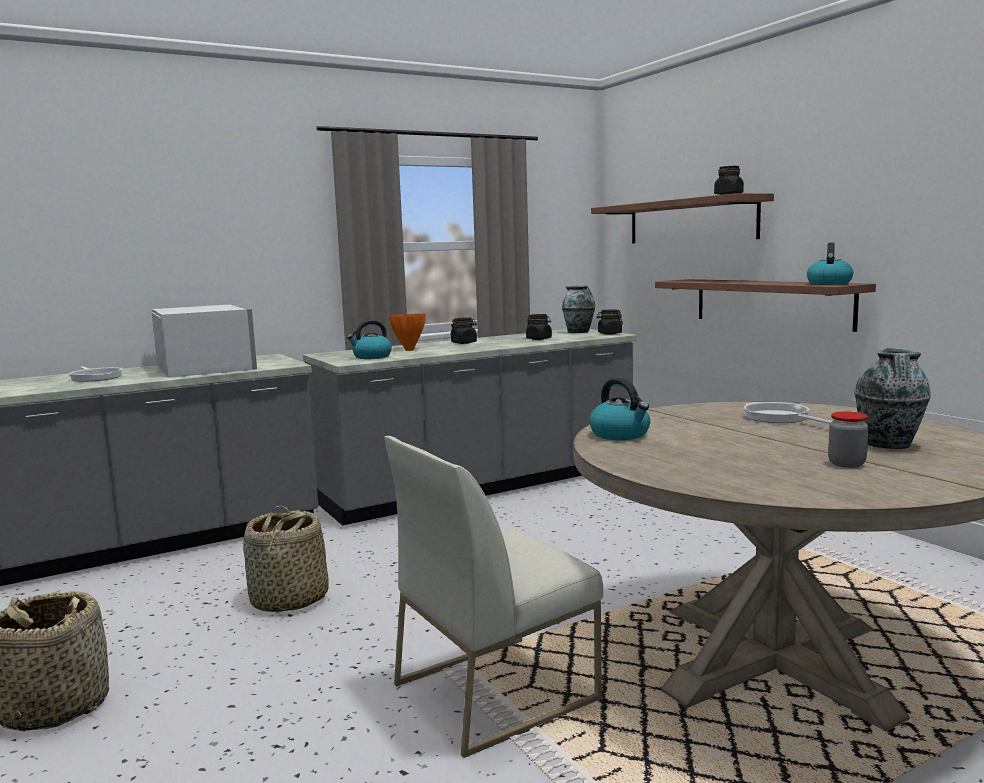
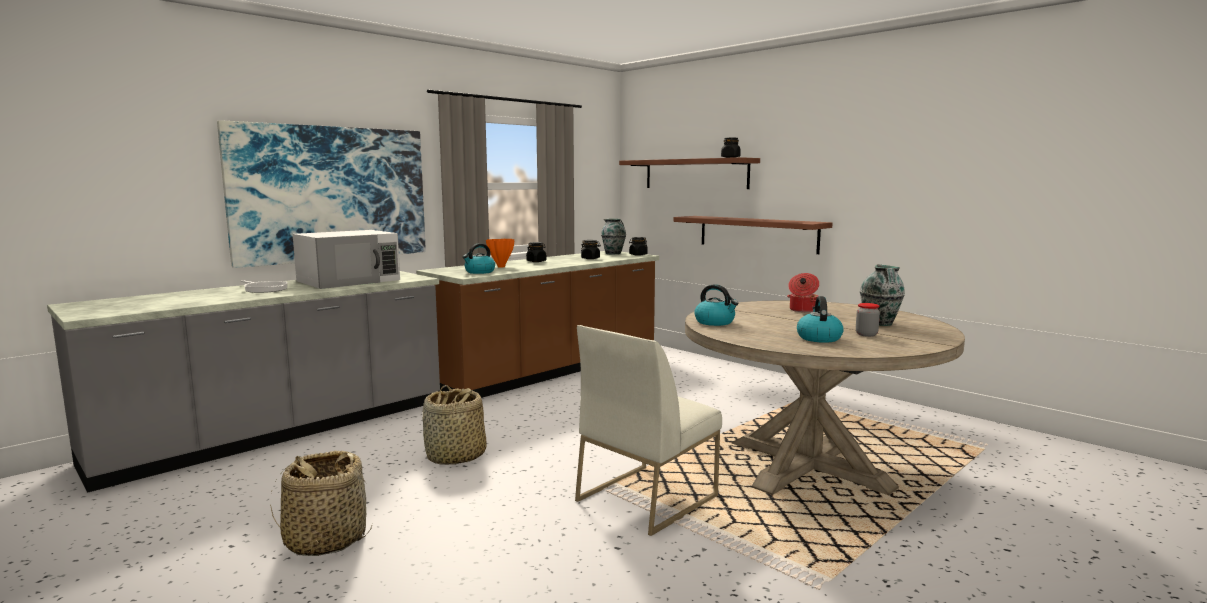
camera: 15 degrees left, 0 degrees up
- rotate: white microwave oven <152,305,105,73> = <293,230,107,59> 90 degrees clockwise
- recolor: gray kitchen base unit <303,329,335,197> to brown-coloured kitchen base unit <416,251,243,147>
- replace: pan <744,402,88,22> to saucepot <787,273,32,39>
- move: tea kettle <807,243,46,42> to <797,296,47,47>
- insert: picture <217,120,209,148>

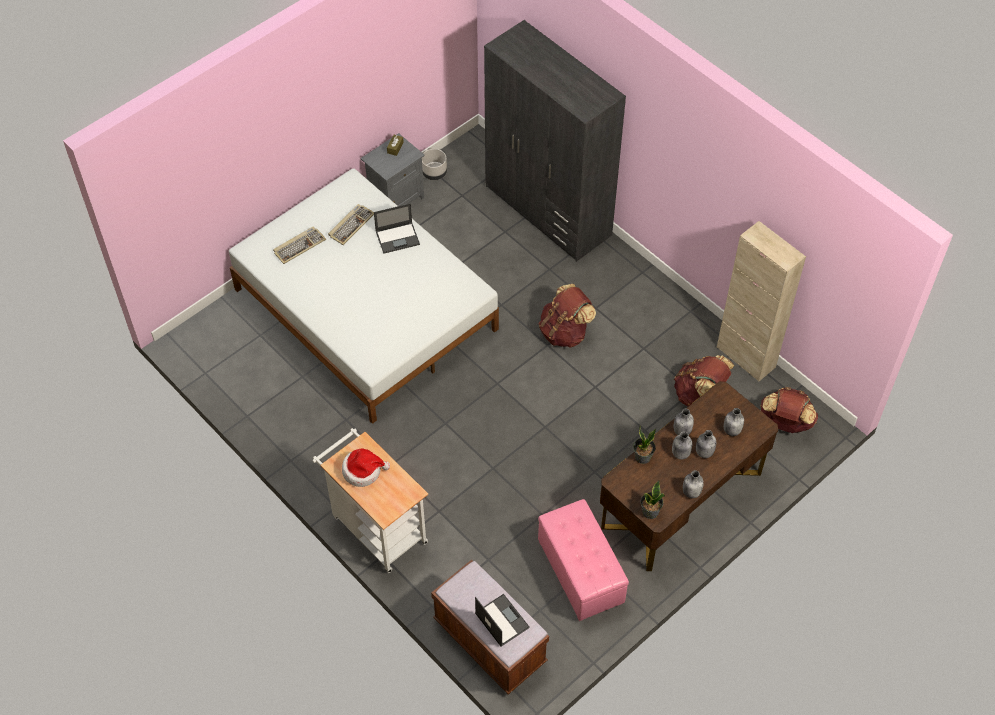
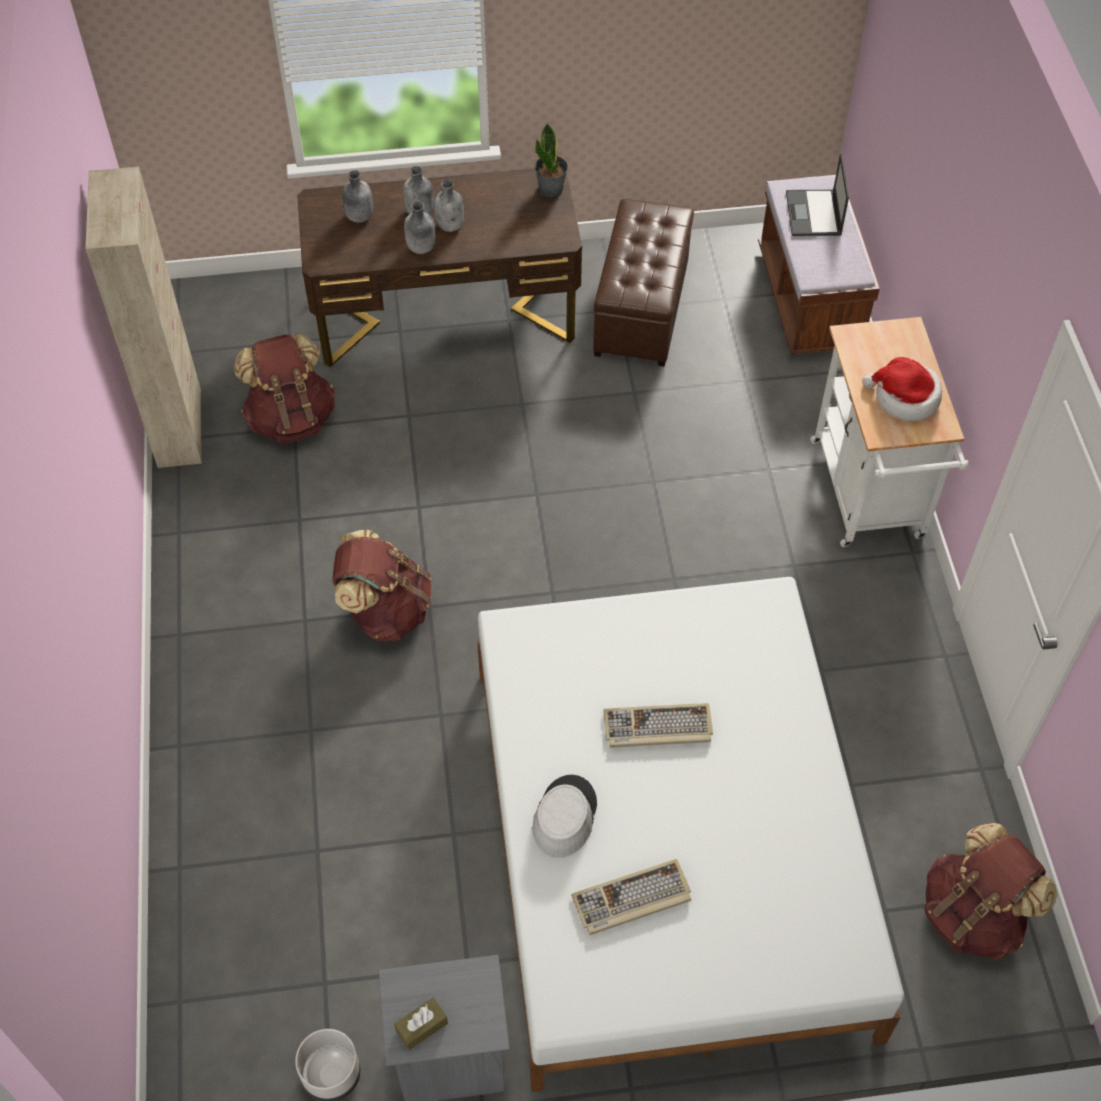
camera: 145 degrees left, 0 degrees up
- move: PC keyboard <273,227,53,37> to <603,703,110,45>
- replace: notebook computer <374,203,46,51> to gray hat <532,775,65,82>
- delete: gray armoire <484,20,142,242>
- recolor: pinkish ottoman <538,499,91,122> to brown-coloured ottoman <593,199,101,168>
- delete: potted plant <633,428,23,36>
- delete: gray drink bottle <683,470,21,28>
- move: brown-coloured rucksack <760,387,58,46> to <924,823,134,137>

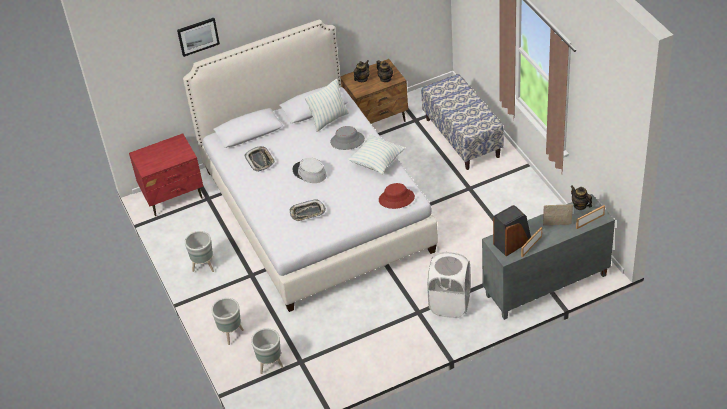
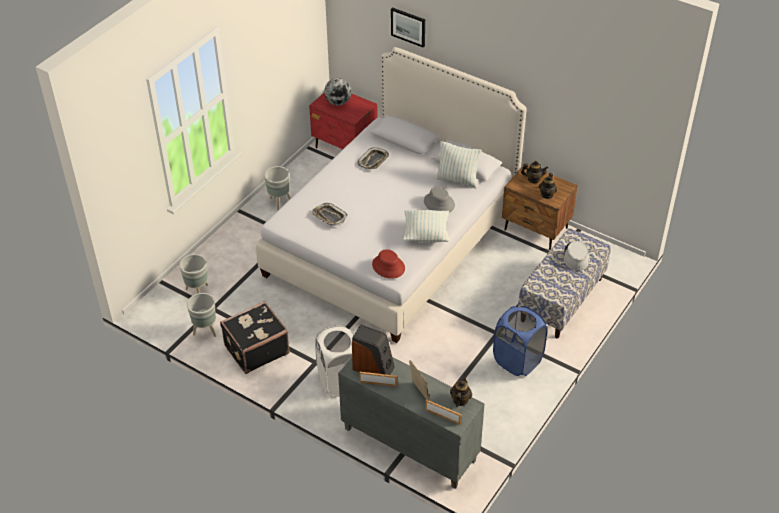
camera: 55 degrees right, 0 degrees up
- move: gray flower pot <211,298,33,47> to <187,293,29,44>
- move: gray hat <293,158,34,25> to <563,241,27,30>
- insert: blackish piece of luggage <220,301,70,73>
- insert: desk globe <324,78,28,27>
- insert: blue-coloured hamper <493,306,54,70>

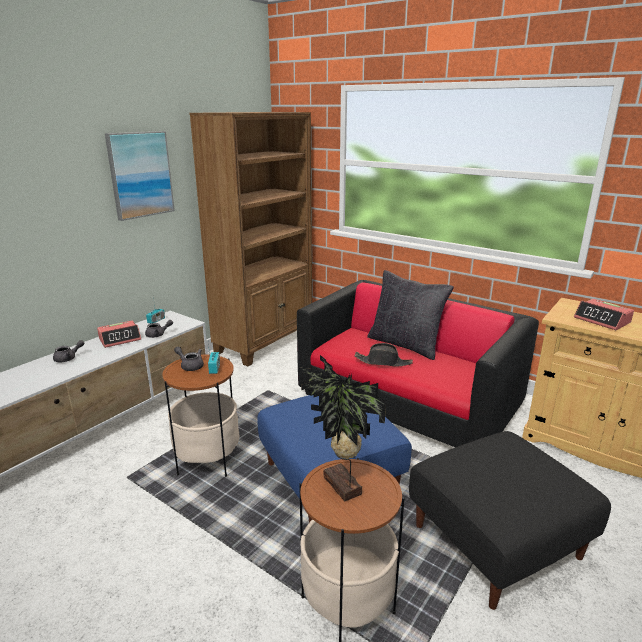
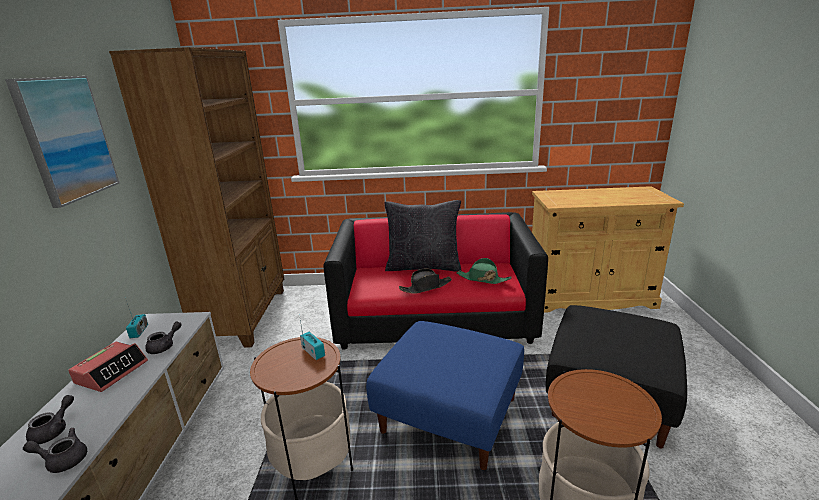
camera: 35 degrees left, 0 degrees up
- move: gray tea pot <174,347,30,24> to <23,428,64,45>
- delete: potted plant <298,355,88,146>
- delete: table clock <574,299,60,31>
- insert: greenish hat <457,258,55,26>

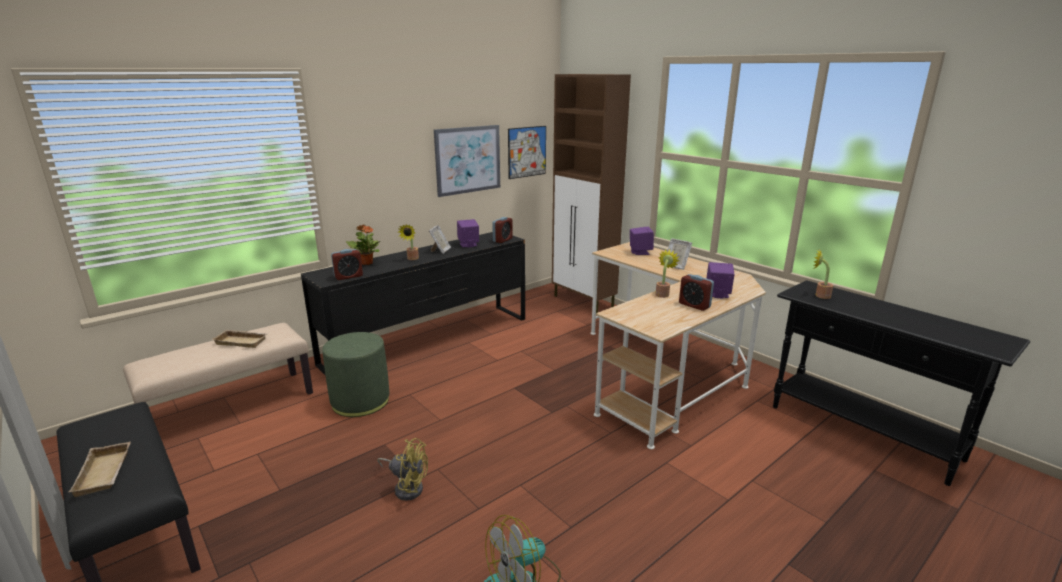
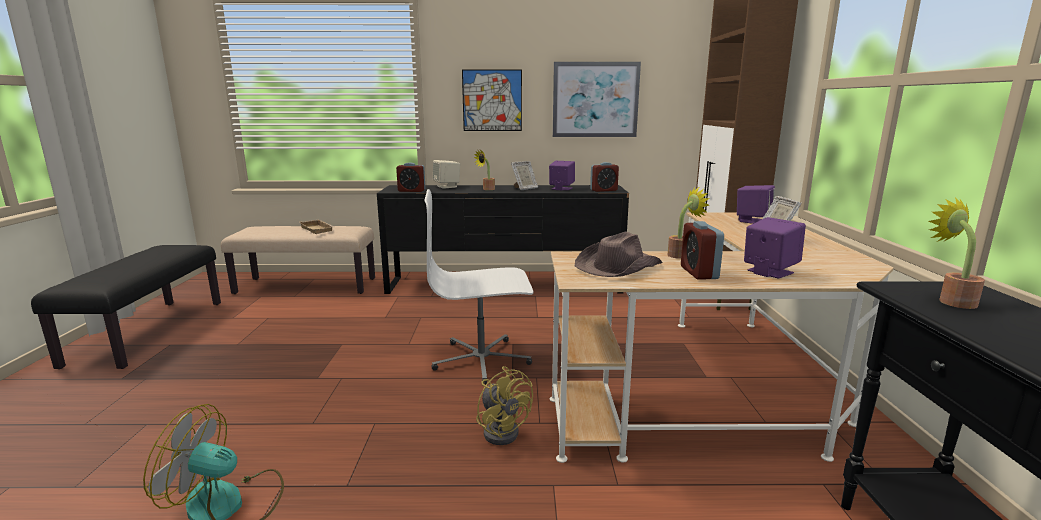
camera: 40 degrees right, 5 degrees down
- delete: beige-coloured carrying tray <68,442,62,55>
- delete: greenish ottoman <322,332,67,85>
- replace: potted plant <346,225,34,40> to beige-coloured loudspeaker <433,160,27,29>
- move: yellow-coloured cooling fan <377,438,51,63> to <476,366,57,79>
- move: picture <508,126,38,53> to <462,69,60,62>
- insert: white computer chair <424,189,109,196>
- insert: brown-coloured hat <575,231,87,46>

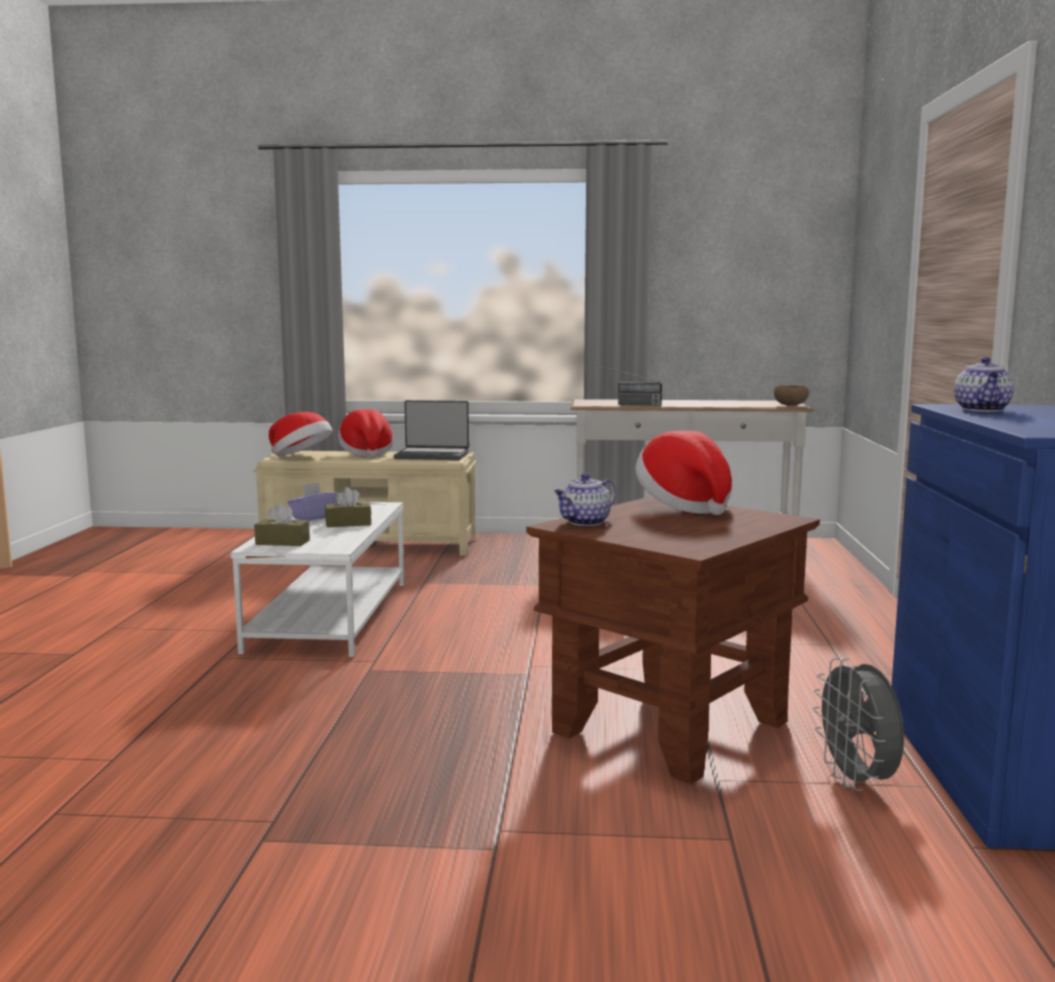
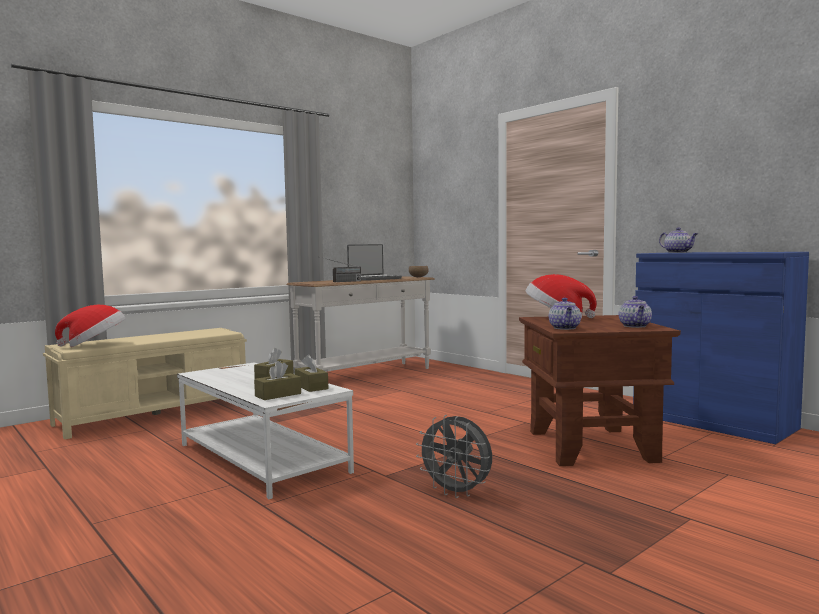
camera: 45 degrees left, 5 degrees down
- delete: purplish tissue box <288,482,50,39>
- delete: hat <338,409,56,48>
- move: notebook computer <394,400,75,60> to <347,244,55,37>
- move: gray cooling fan <812,658,92,133> to <416,415,76,83>
- insert: brown-coloured tissue box <295,354,33,38>
- insert: tea pot <619,296,33,32>

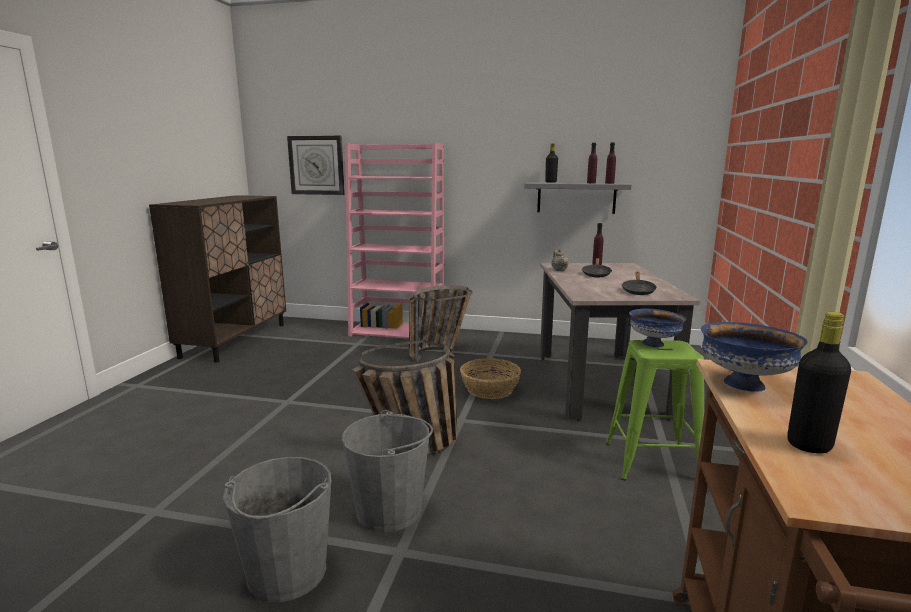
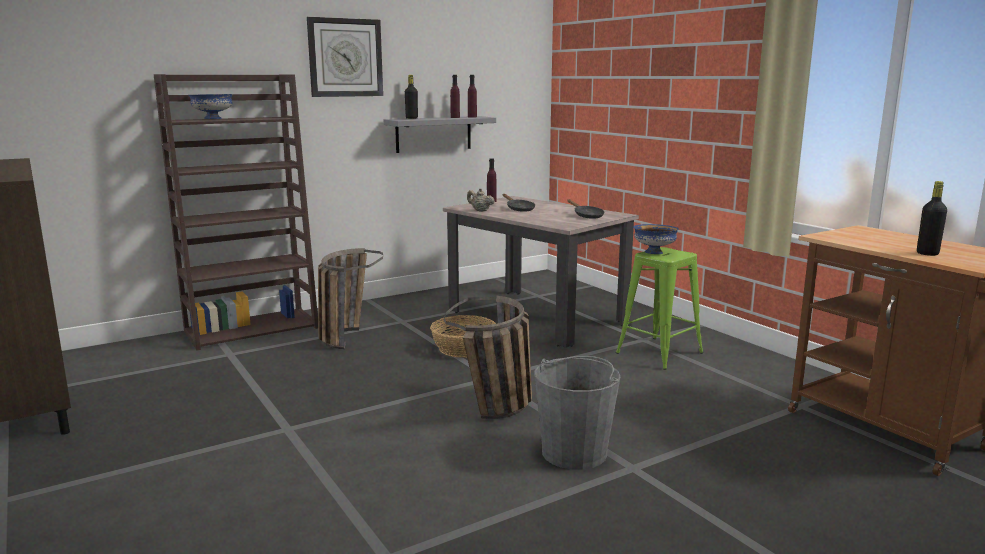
camera: 45 degrees left, 0 degrees up
- delete: gray water bucket <223,457,108,145>
- move: hanging clock <287,136,58,59> to <307,17,76,80>
- recolor: pinkish shelving unit <345,143,99,196> to brown-coloured shelving unit <154,74,164,276>
- move: blue-coloured serving bowl <701,322,107,70> to <189,94,44,25>

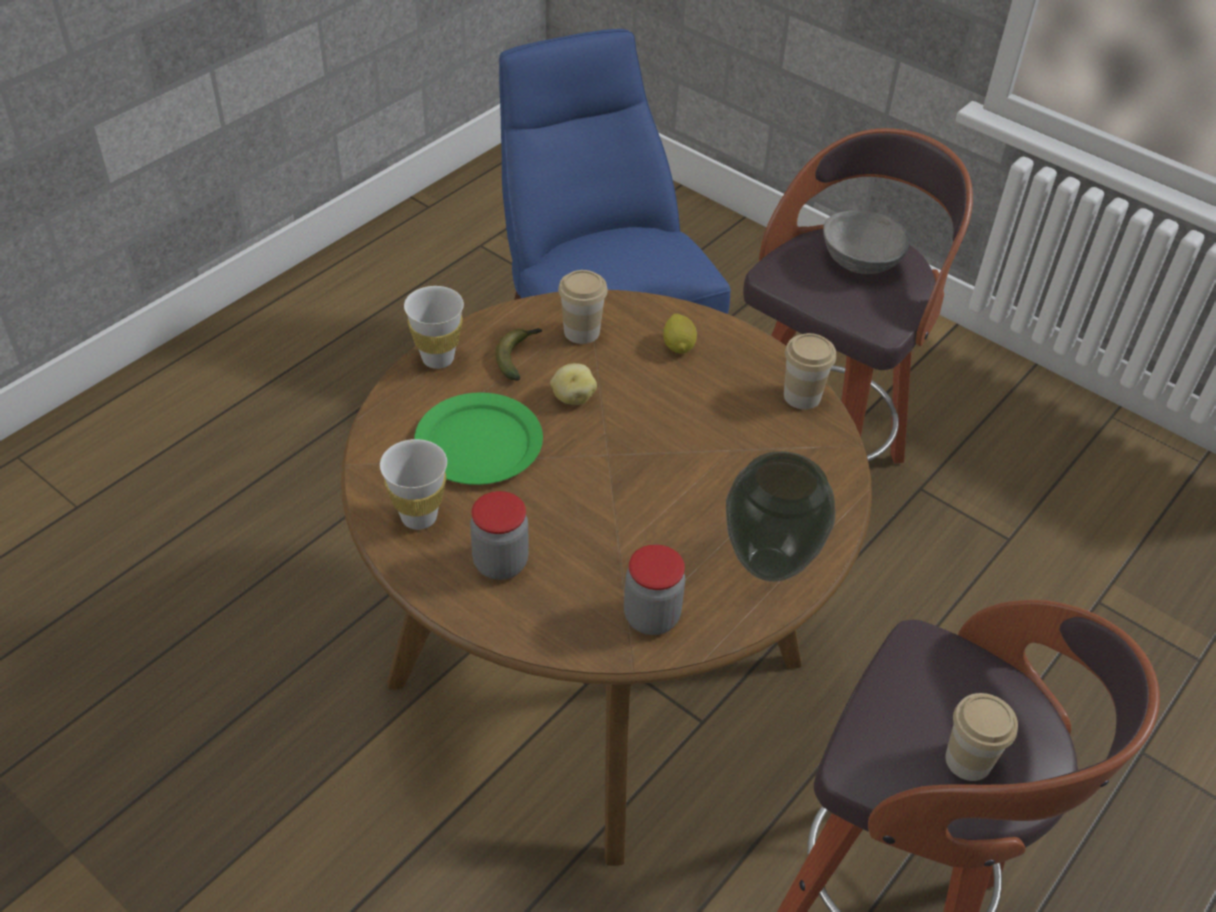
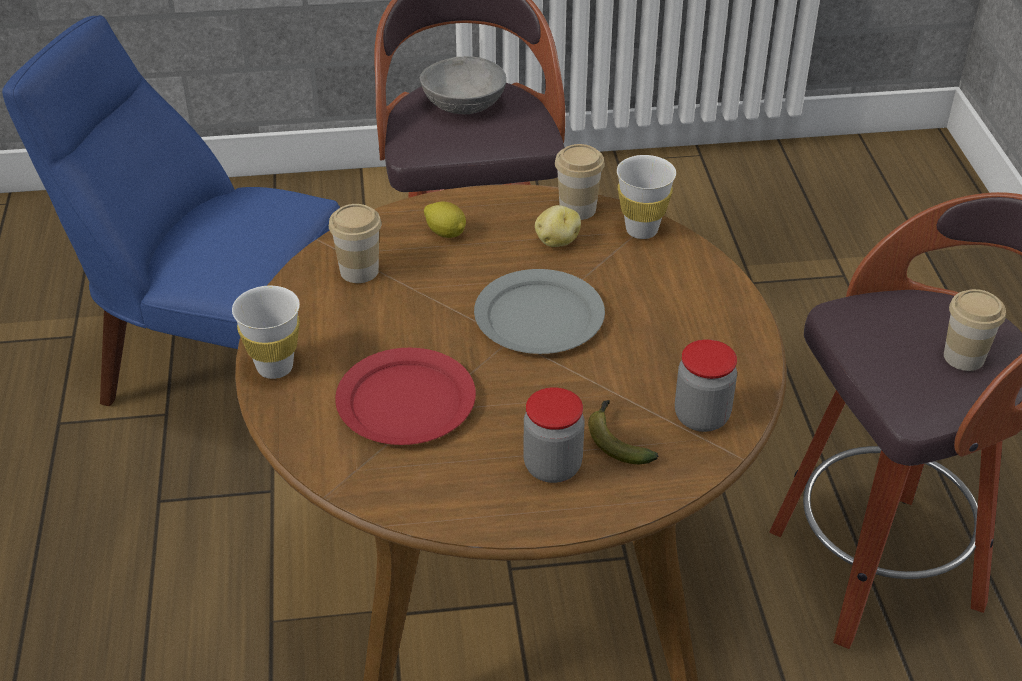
camera: 45 degrees left, 5 degrees down
- move: white cup <380,439,67,91> to <617,155,59,84>
- recolor: greenish plate <414,392,129,93> to red-coloured plate <335,348,141,97>
- move: banana fruit <495,328,47,53> to <588,400,70,64>
- move: whole potato <550,363,47,42> to <535,205,46,42>
- delete: decorative vase <726,451,109,131>
- insert: gray plate <474,269,131,85>

